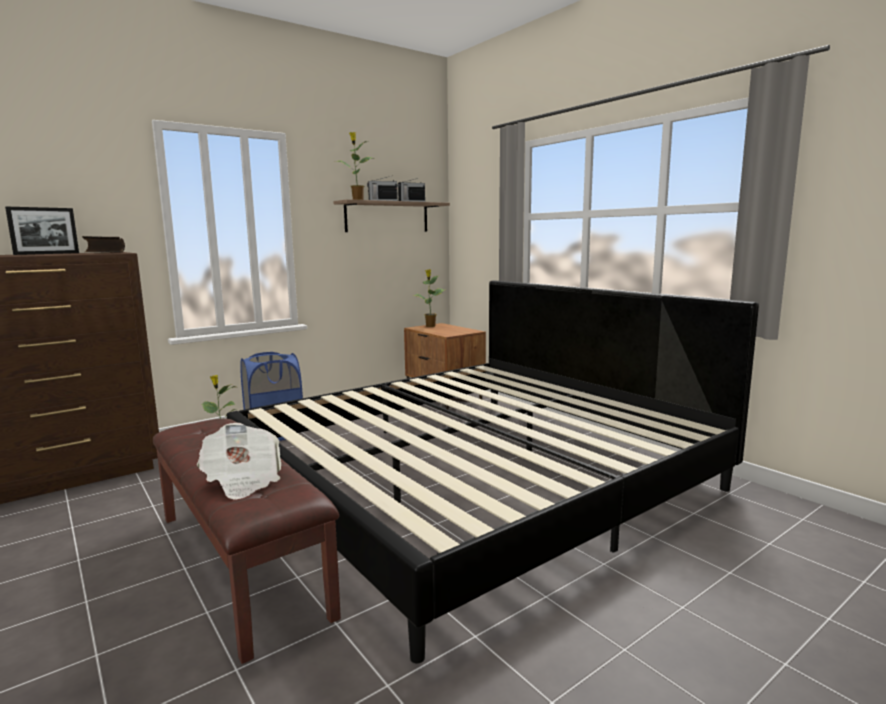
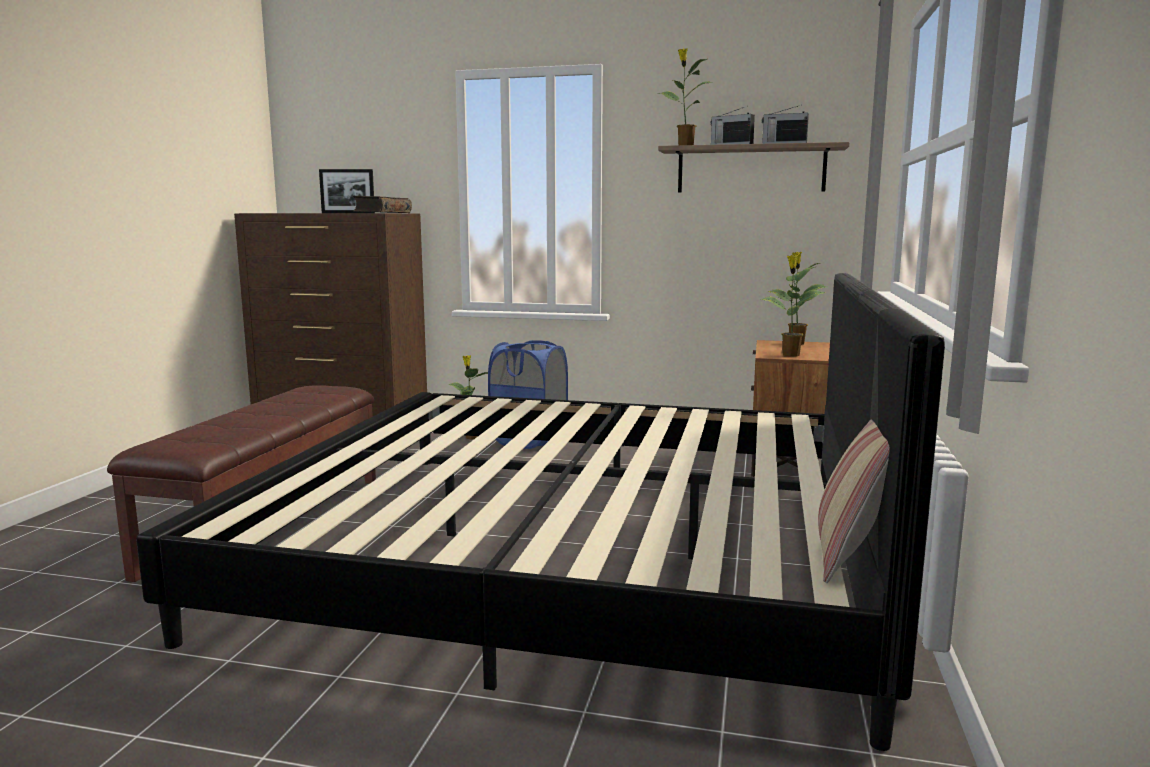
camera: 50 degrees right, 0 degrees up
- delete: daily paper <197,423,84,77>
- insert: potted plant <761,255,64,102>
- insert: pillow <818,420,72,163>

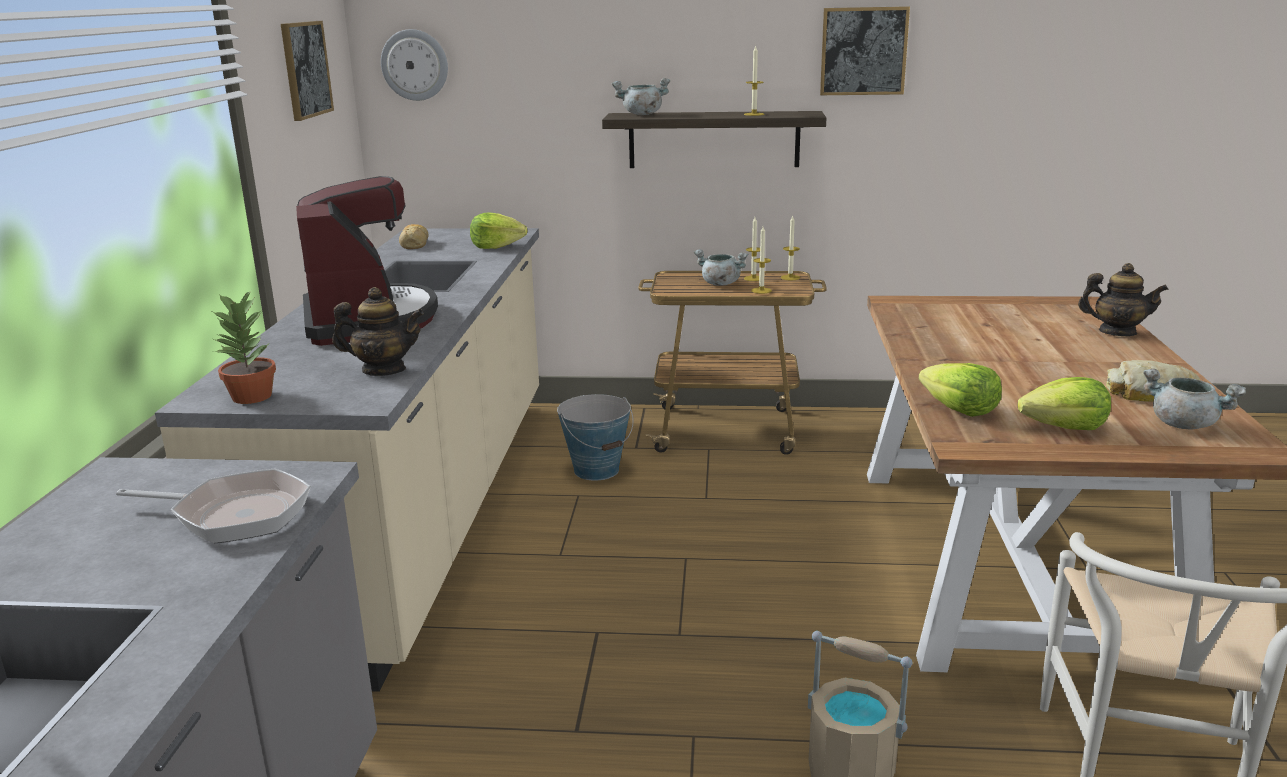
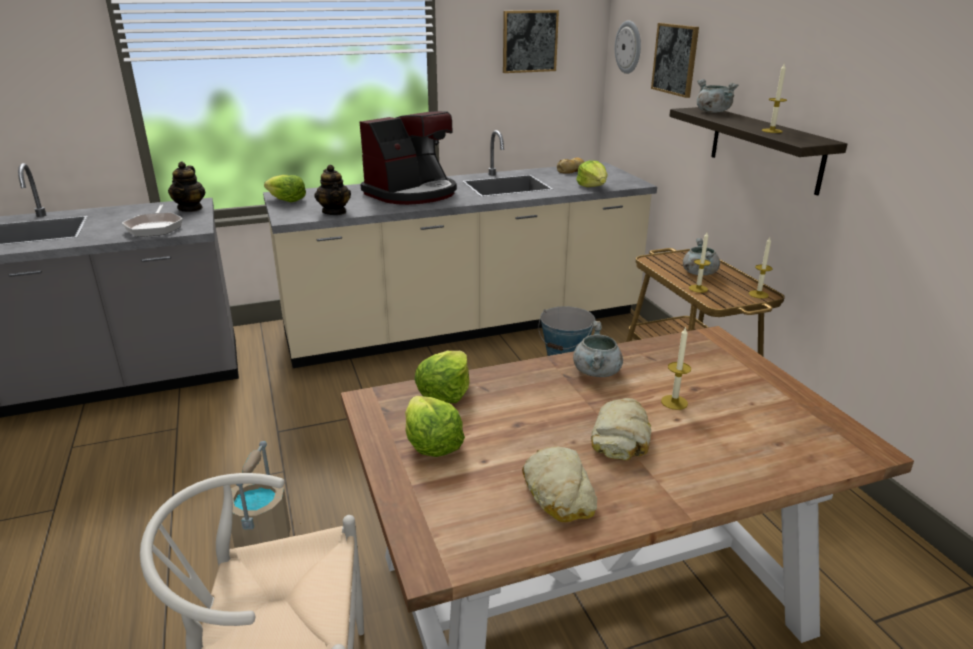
camera: 65 degrees right, 5 degrees up
- replace: potted plant <212,290,64,114> to lettuce head <264,175,42,27>
- move: wax candle <744,217,16,64> to <661,326,30,84>
- move: picture <820,6,90,89> to <651,23,48,75>
- move: tea pot <1078,263,90,73> to <168,161,38,51>
- move: gray saucepot <1143,369,103,60> to <573,321,50,56>
- insert: baked bread <591,398,60,62>

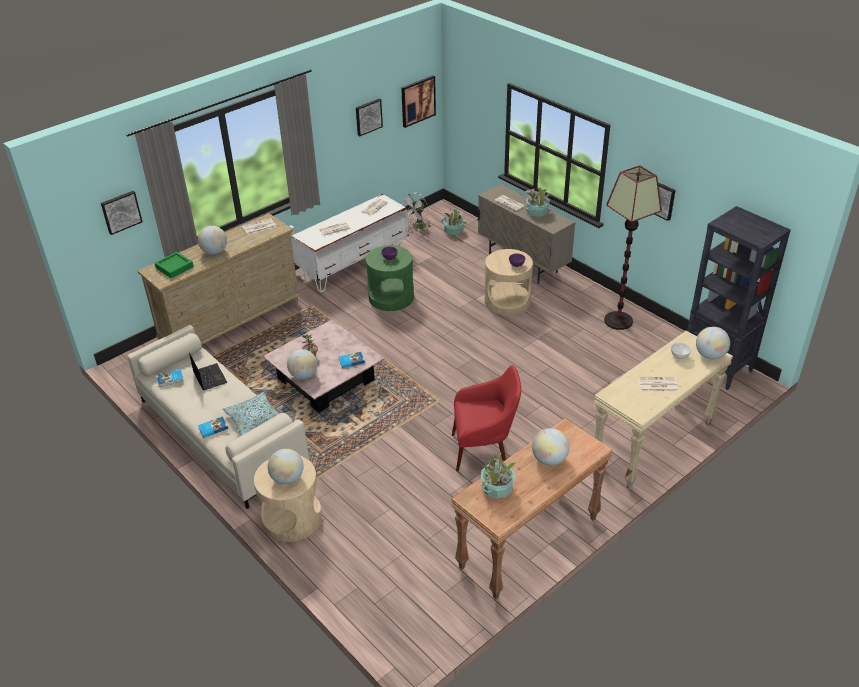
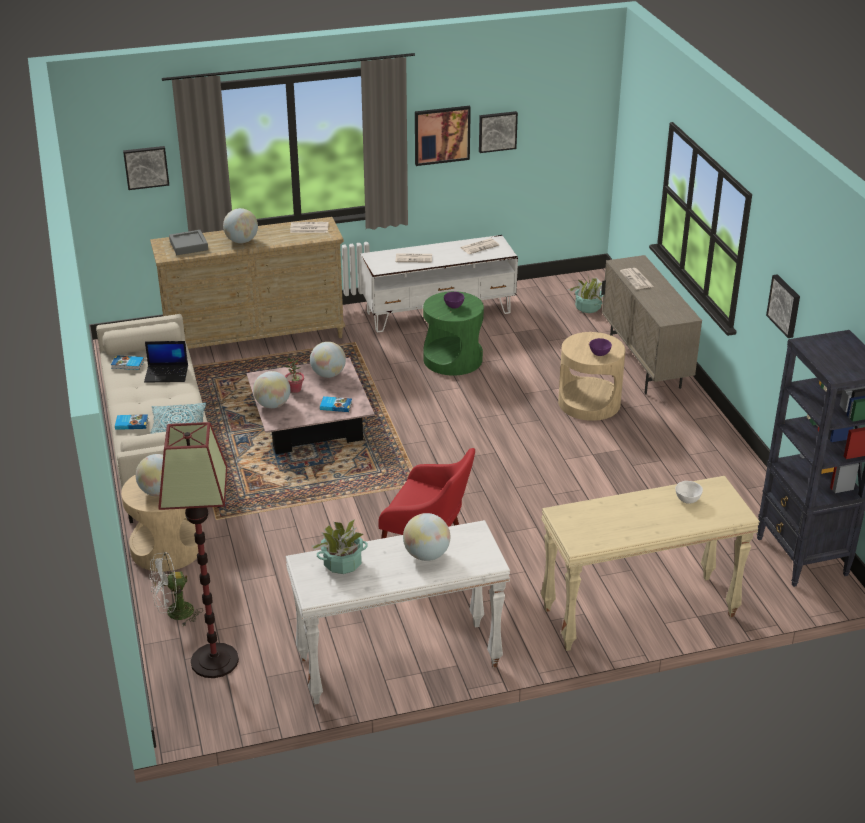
camera: 25 degrees right, 5 degrees down
- recolor: greenish carrying tray <155,252,39,26> to gray carrying tray <169,230,39,25>
- rotate: notebook computer <189,352,38,38> = <144,341,44,42> 90 degrees clockwise
- move: picture <401,75,35,53> to <415,106,56,60>
- move: white cooling fan <401,192,30,38> to <150,552,53,74>
- recolor: brown-coloured narrow table <451,418,162,181> to white narrow table <286,520,224,184>
- delete: potted plant <525,187,25,30>
- move: floor lamp <604,165,58,165> to <158,422,81,256>
- delete: daily paper <638,377,41,15>
- move: desk globe <696,327,34,33> to <310,342,36,36>

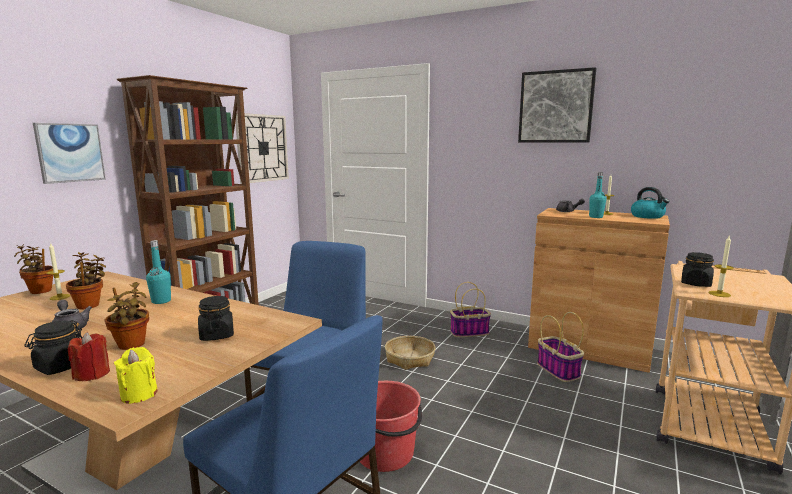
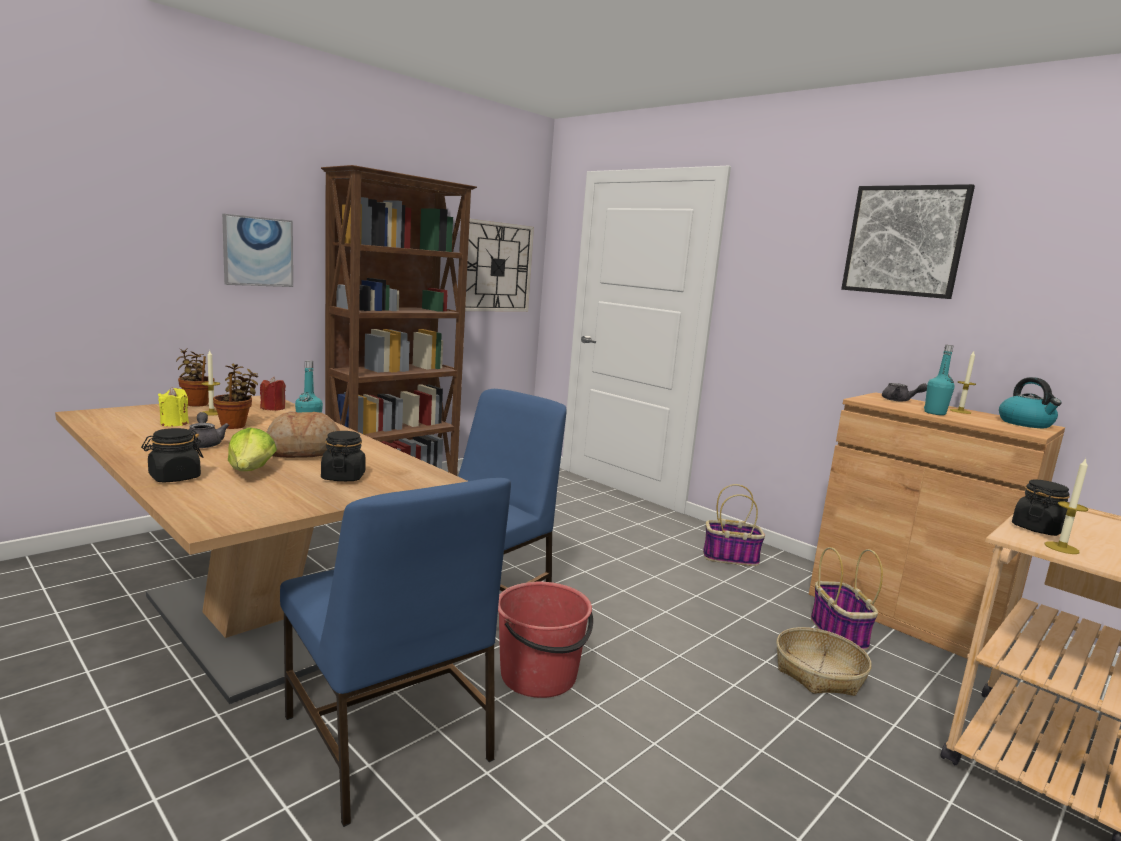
camera: 15 degrees right, 0 degrees up
- move: red-coloured wax candle <68,332,42,49> to <260,377,26,34>
- replace: potted plant <104,282,45,68> to lettuce head <228,427,49,44>
- move: yellow-coloured wax candle <114,347,44,57> to <158,387,31,40>
- move: household basket <385,336,51,34> to <776,627,96,69>
- insert: baked bread <266,411,75,47>

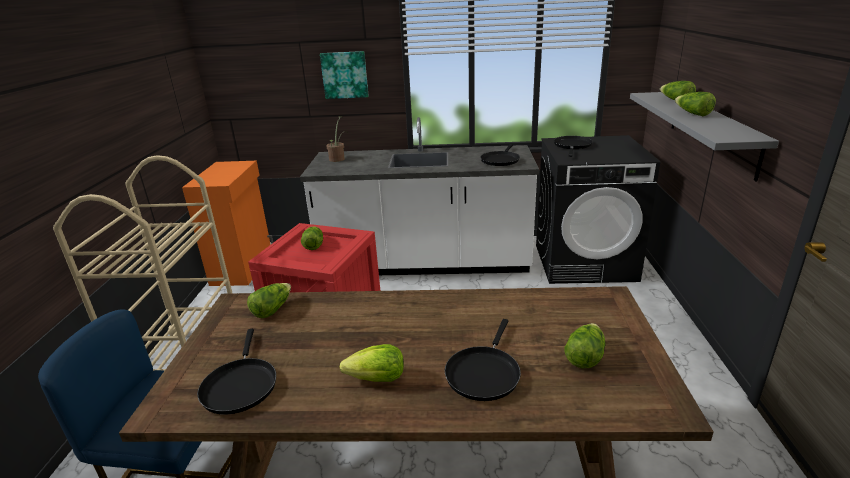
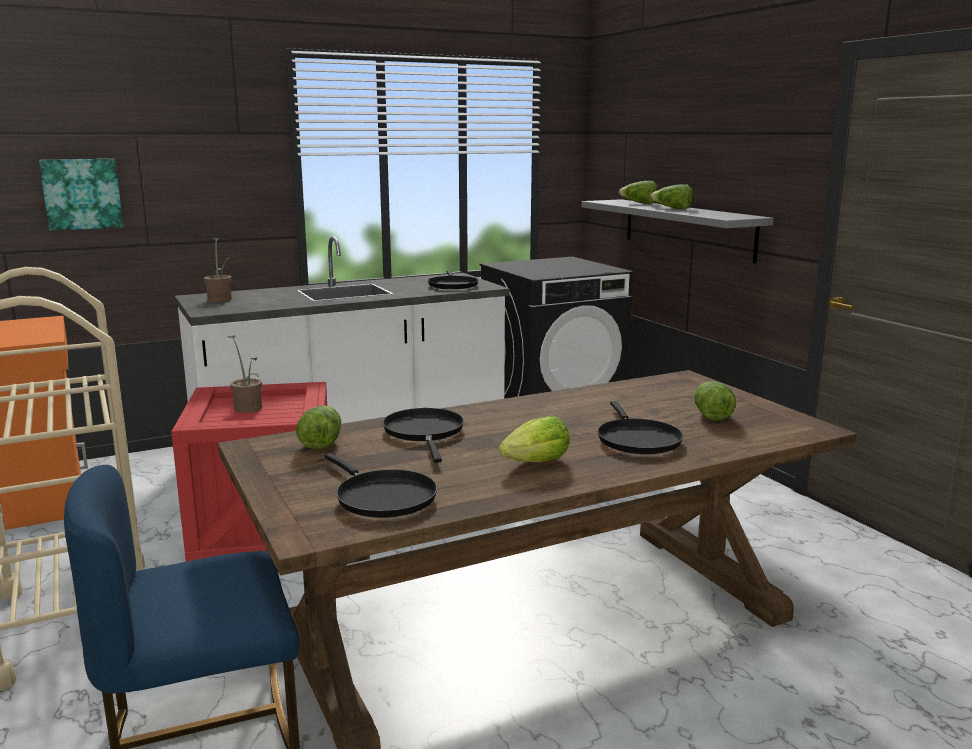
camera: 30 degrees left, 10 degrees down
- replace: lettuce head <301,226,22,24> to potted plant <227,335,35,78>
- move: picture <320,51,49,48> to <39,159,84,72>
- move: blackish pan <554,136,39,21> to <383,408,81,55>

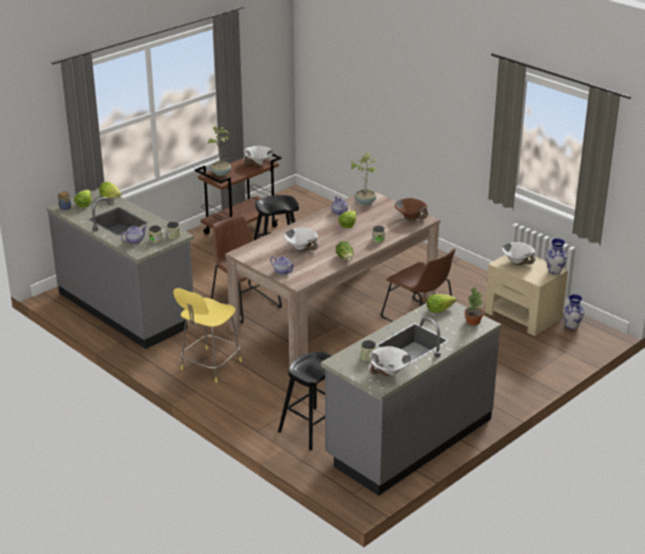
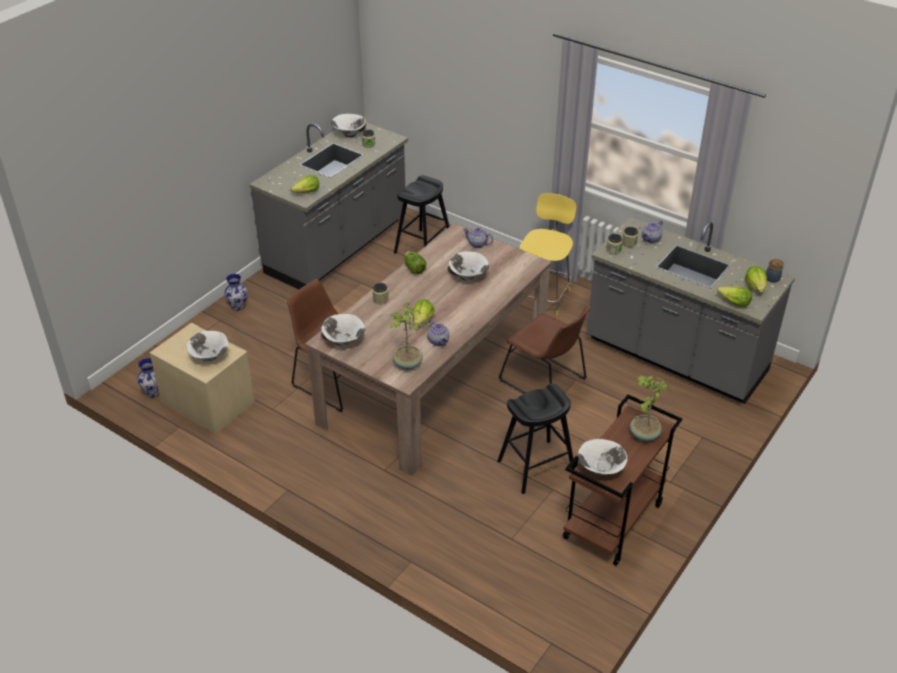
camera: 170 degrees right, 10 degrees up
- recolor: brown-coloured serving bowl <395,198,33,23> to white serving bowl <321,314,44,32>
- delete: potted plant <464,287,20,38>
- move: decorative vase <546,238,21,36> to <224,274,23,37>

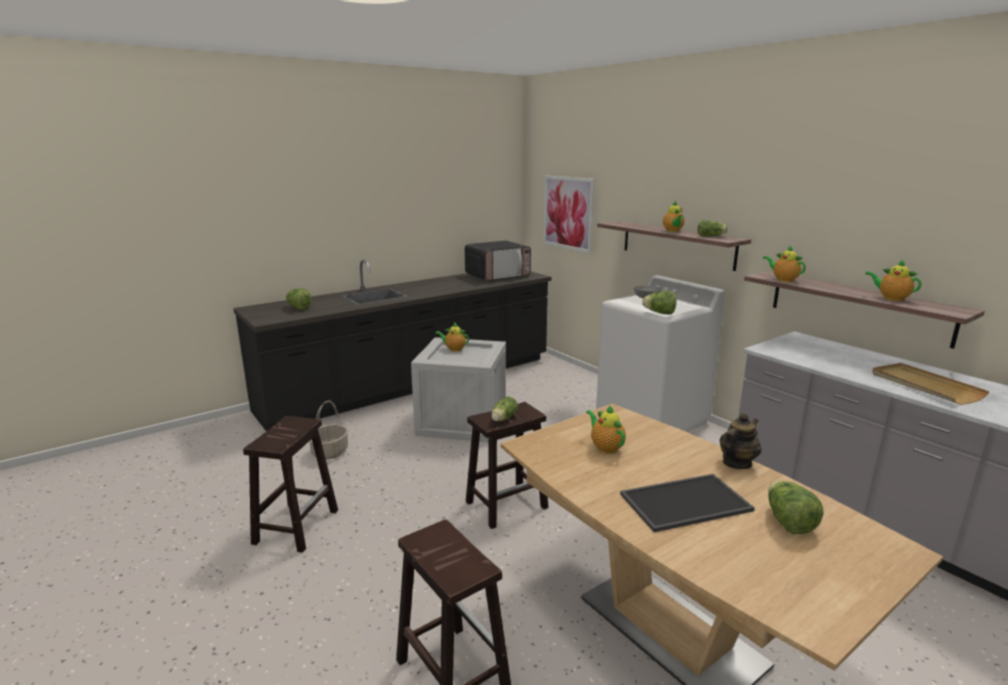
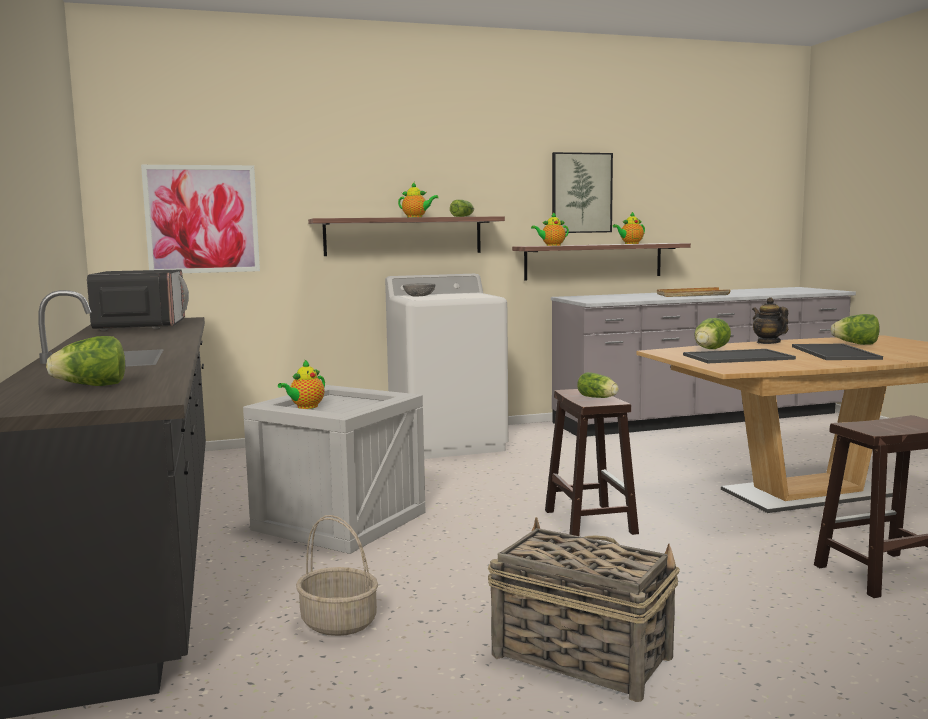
camera: 70 degrees left, 10 degrees down
- replace: brown-coloured stool <243,416,95,137> to household basket <488,517,192,185>
- replace: tea pot <586,405,40,49> to carrying tray <683,349,113,14>
- move: lettuce head <642,291,34,24> to <694,318,37,31>
- insert: picture <552,152,61,81>

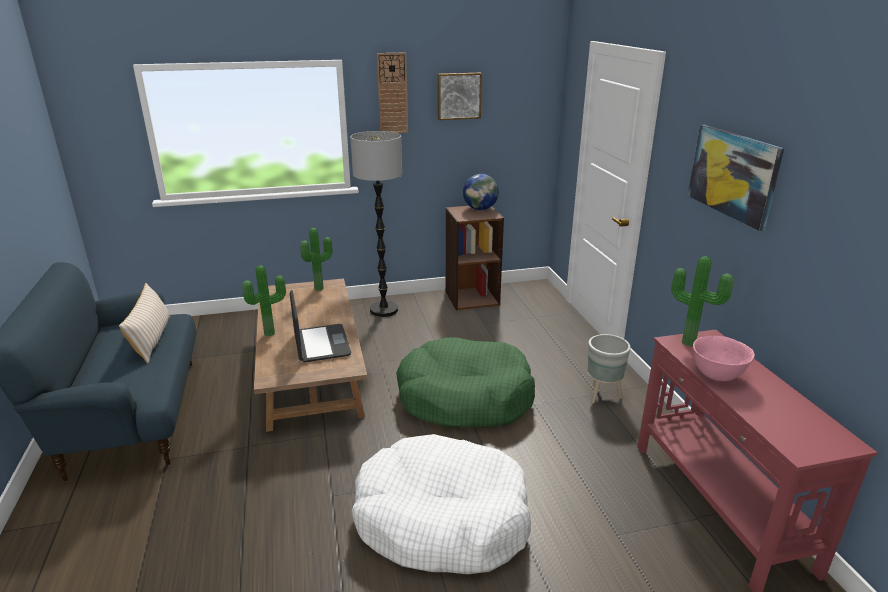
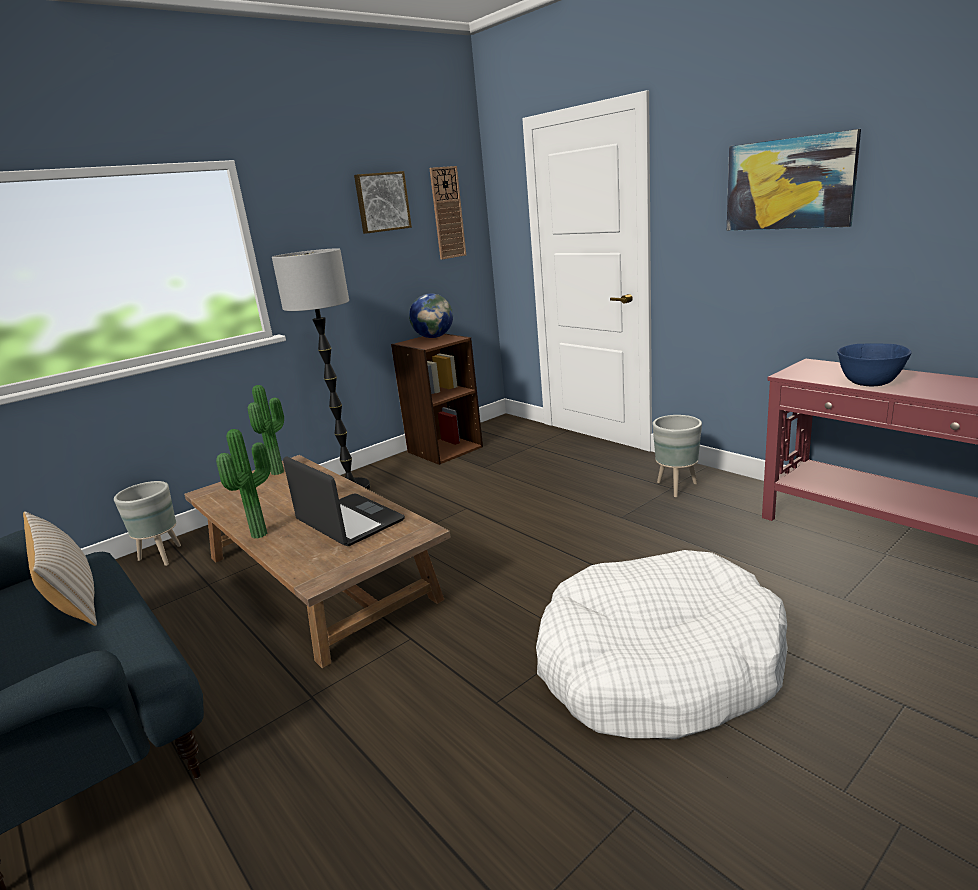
camera: 25 degrees left, 5 degrees down
- move: hanging clock <377,52,31,81> to <429,166,37,94>
- delete: greenish dog cushion <396,337,139,91>
- delete: potted plant <671,256,63,90>
- recolor: pinkish serving bowl <693,336,62,45> to blue-coloured serving bowl <837,344,75,42>
- insert: gray flower pot <114,481,67,85>

